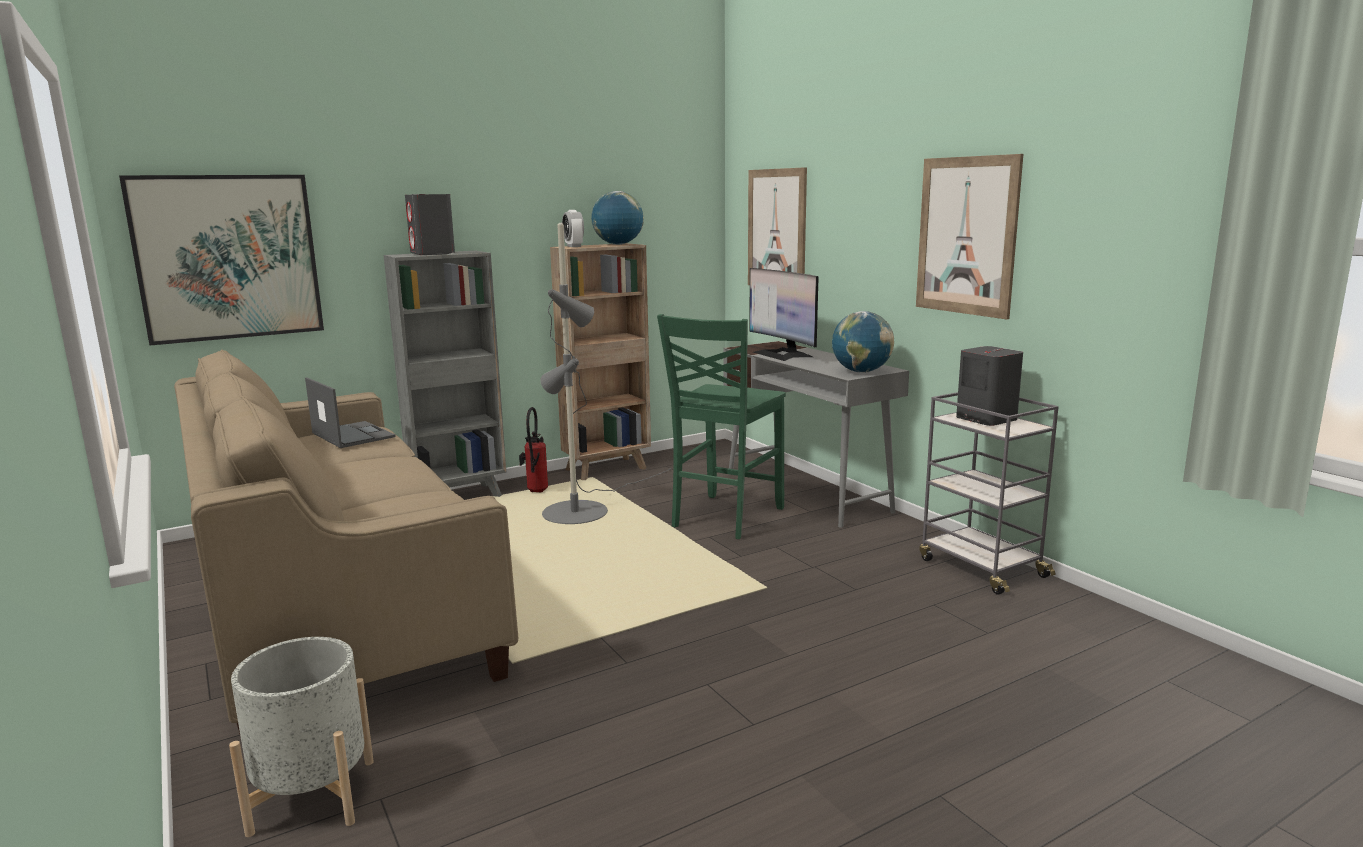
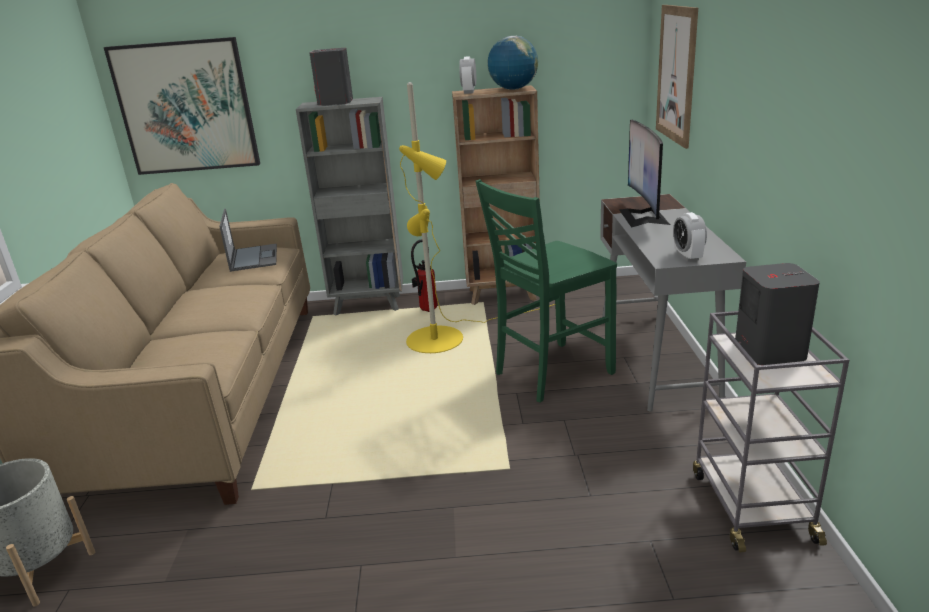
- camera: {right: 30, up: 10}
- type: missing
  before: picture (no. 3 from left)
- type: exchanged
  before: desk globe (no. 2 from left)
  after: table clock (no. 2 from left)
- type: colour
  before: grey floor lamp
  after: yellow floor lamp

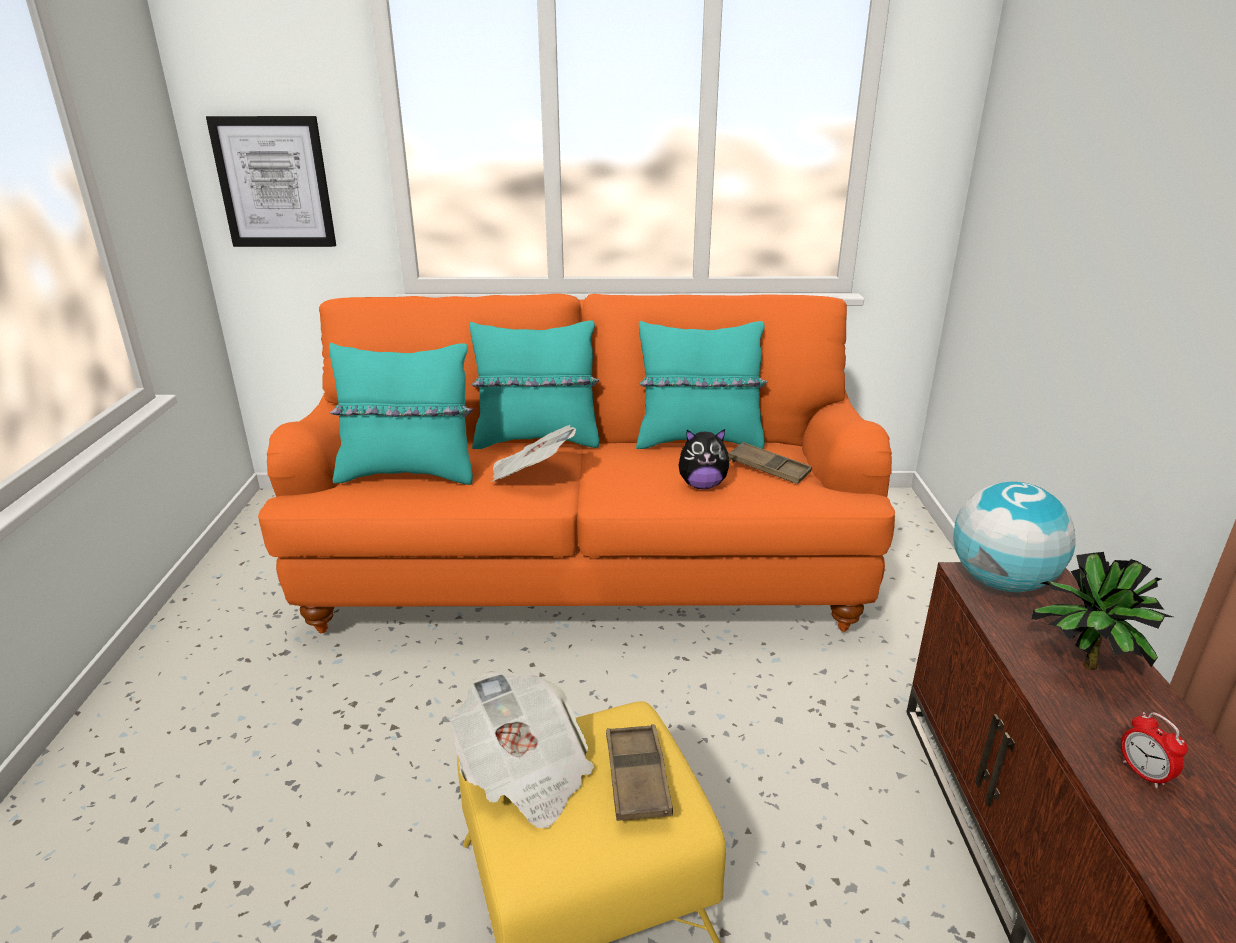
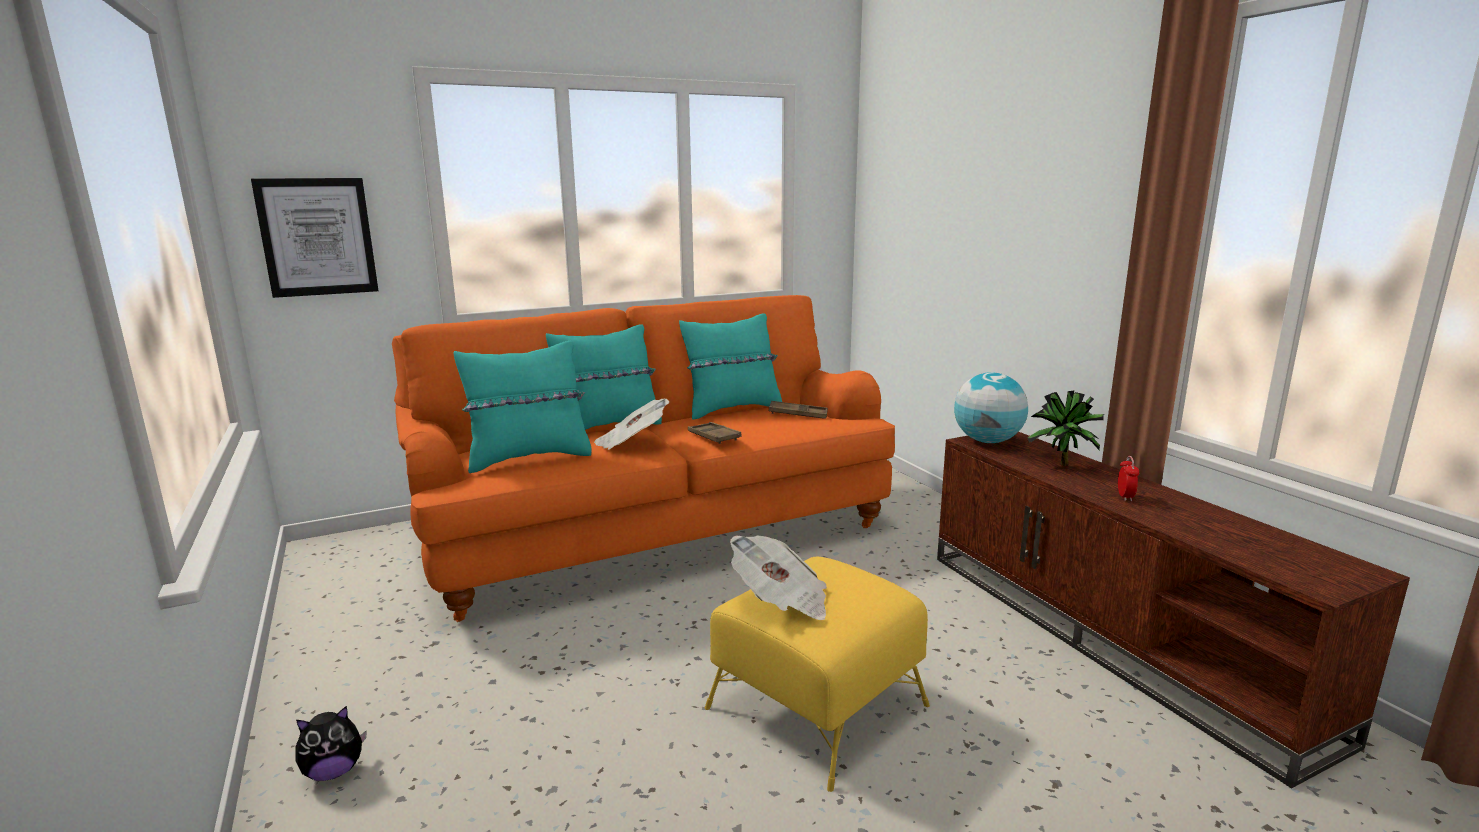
- camera: {right: -25, up: -10}
- type: relocated
  before: brown tray (no. 1 from left)
- type: relocated
  before: soft toy
- type: spun
  before: table clock
  turn: -120

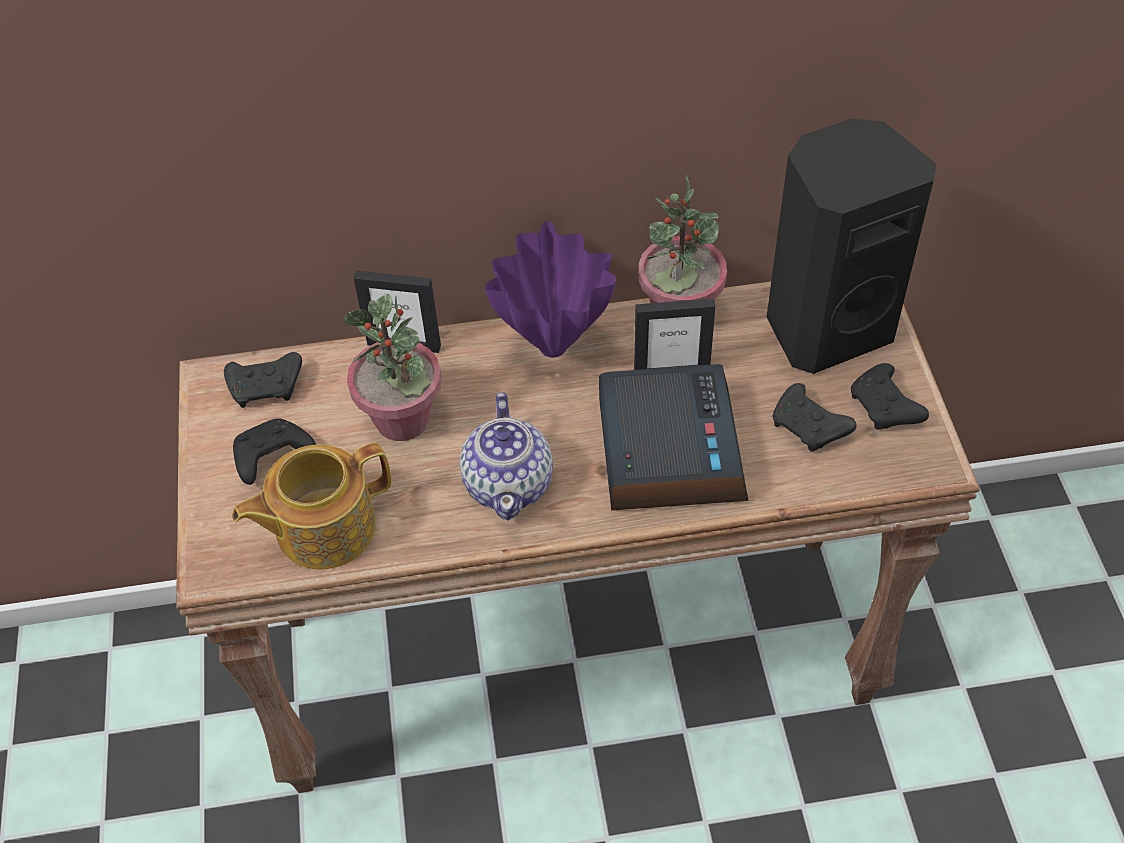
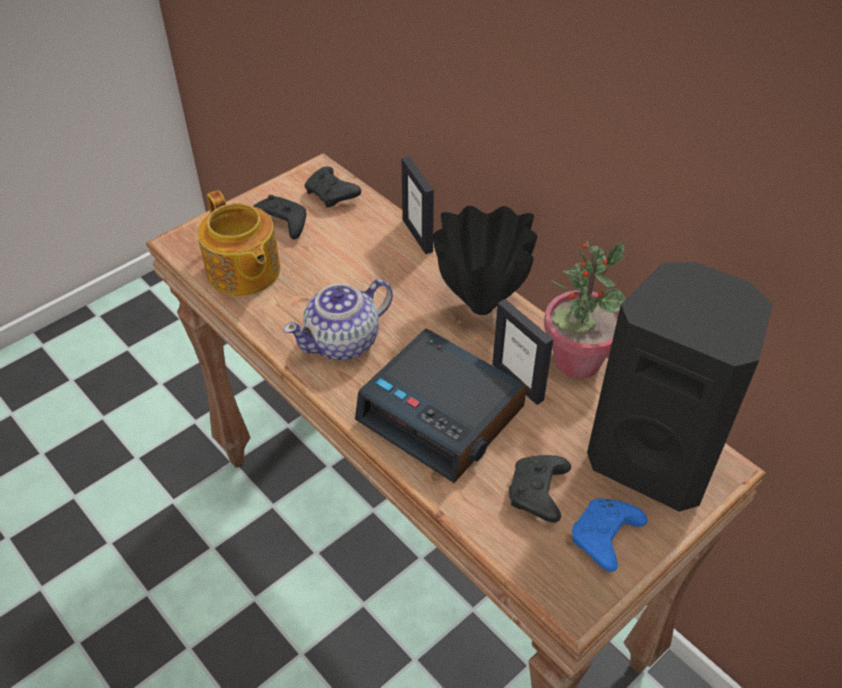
- camera: {right: 55, up: -5}
- type: missing
  before: potted plant (no. 1 from left)
- type: colour
  before: purple-coloured decorative vase
  after: black decorative vase
- type: colour
  before: black gamepad (no. 4 from left)
  after: bluish gamepad
- type: spun
  before: tea pot (no. 1 from left)
  turn: -150
- type: spun
  before: table clock
  turn: 75

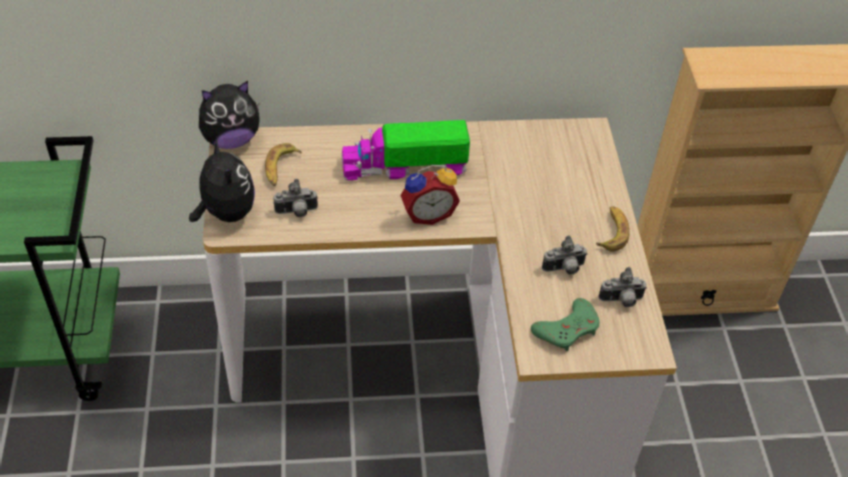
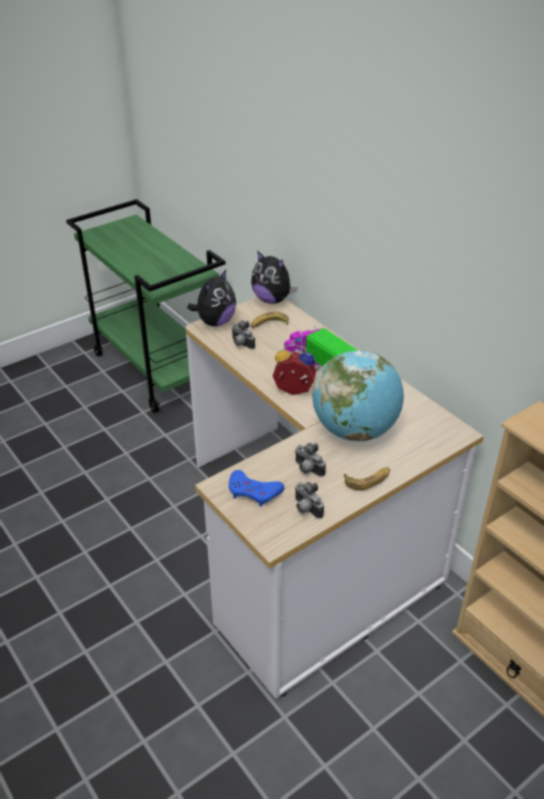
- camera: {right: 60, up: -10}
- type: appeared
  after: desk globe
- type: colour
  before: green-coloured gamepad
  after: bluish gamepad
- type: spun
  before: table clock
  turn: 150

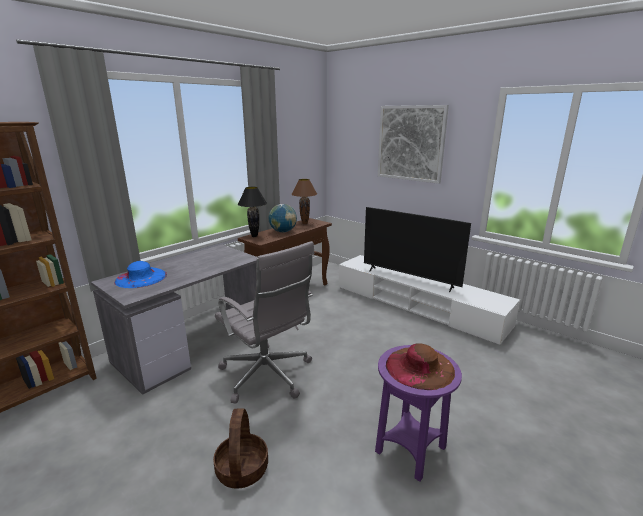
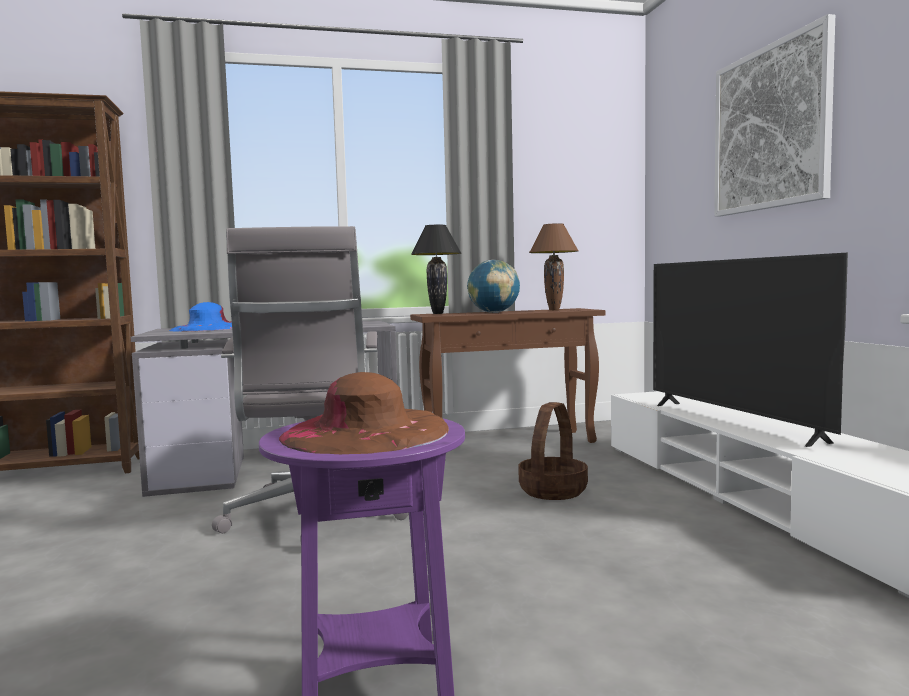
- camera: {right: 35, up: -15}
- type: relocated
  before: basket

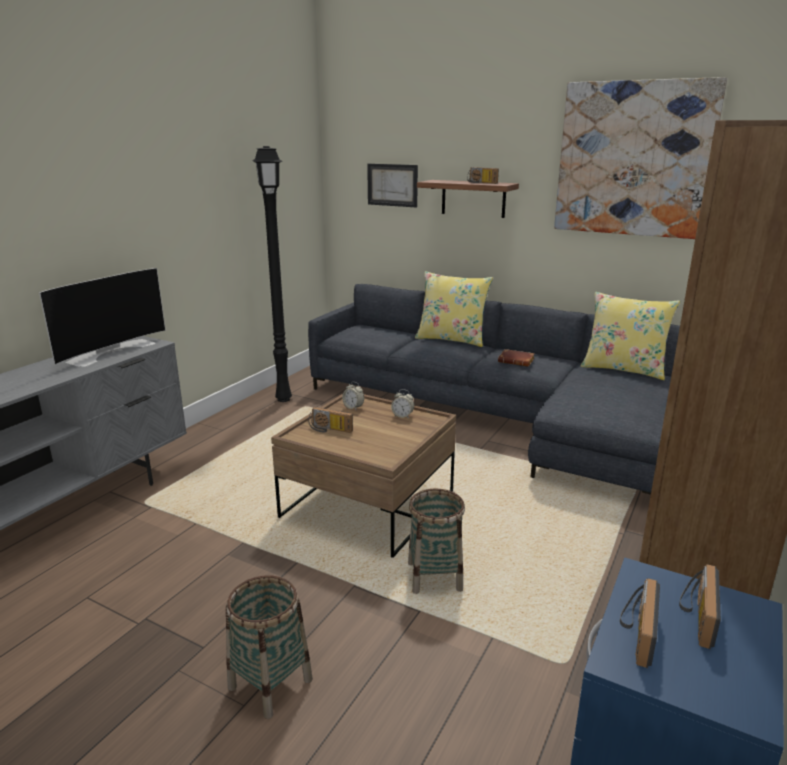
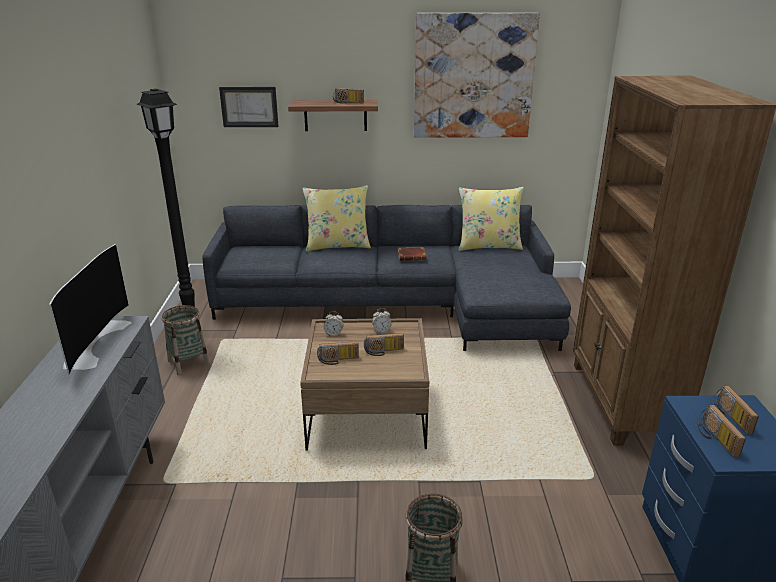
- camera: {right: -30, up: 5}
- type: appeared
  after: radio receiver (no. 3 from left)
- type: relocated
  before: basket (no. 2 from left in the first image)
  after: basket (no. 1 from left)

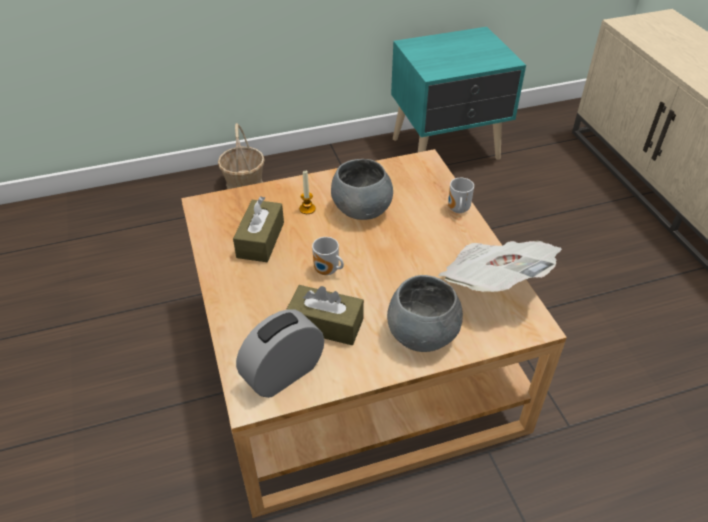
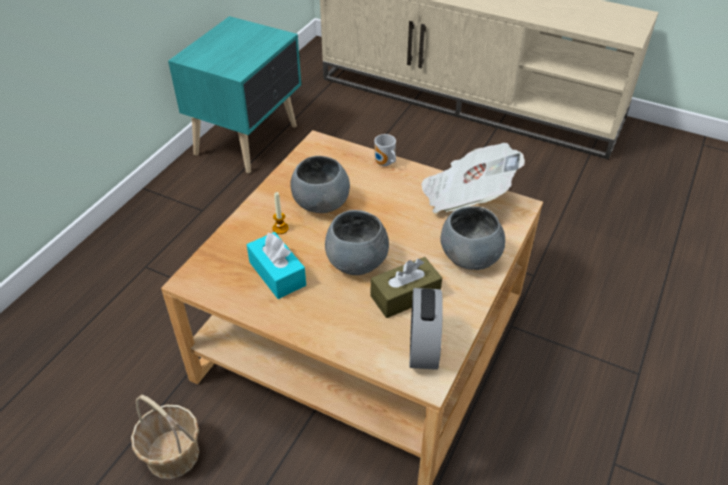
- camera: {right: -45, up: 0}
- type: relocated
  before: basket
- type: exchanged
  before: coffee mug (no. 1 from left)
  after: grey serving bowl (no. 2 from left)
- type: colour
  before: brown tissue holder (no. 1 from left)
  after: turquoise tissue holder

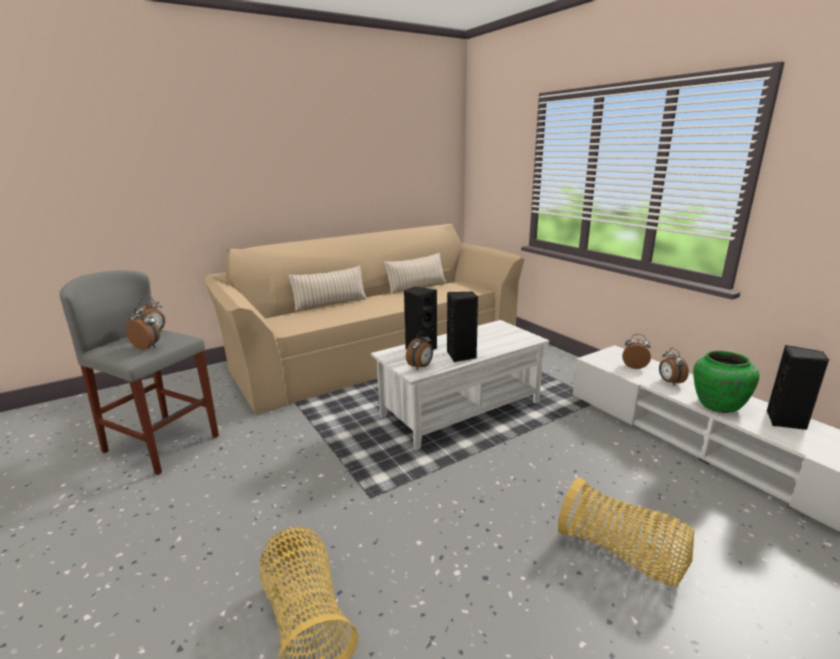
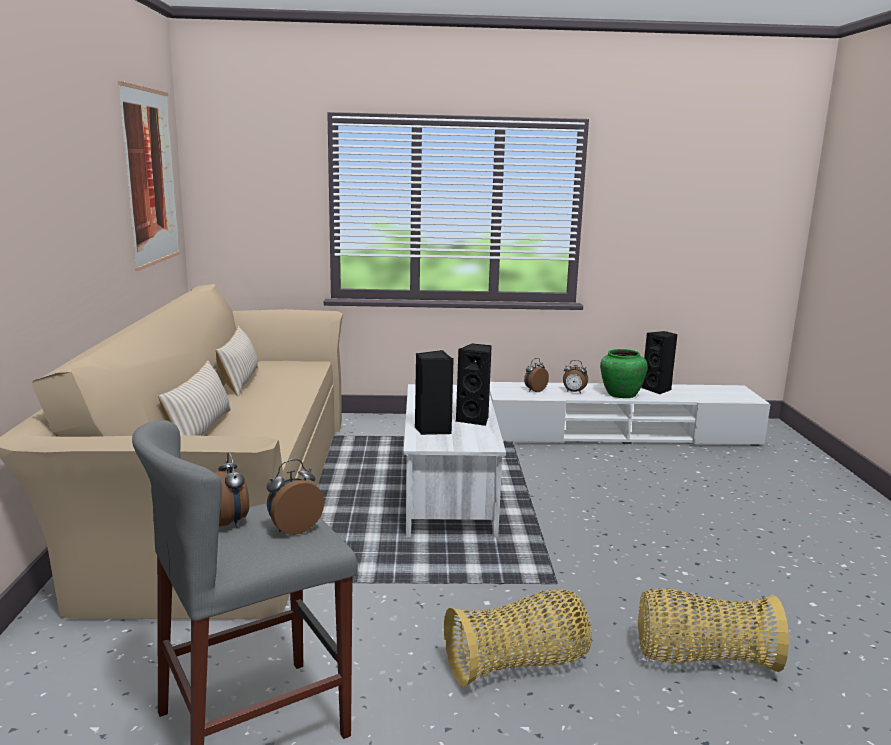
- camera: {right: -60, up: -5}
- type: missing
  before: table clock (no. 3 from left)
- type: appeared
  after: picture
- type: relocated
  before: basket (no. 2 from left in the first image)
  after: basket (no. 1 from left)

